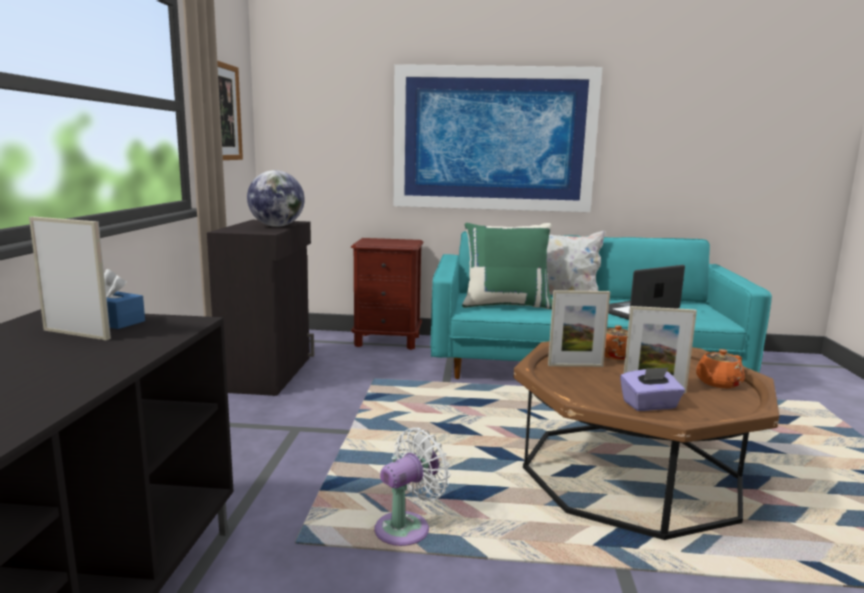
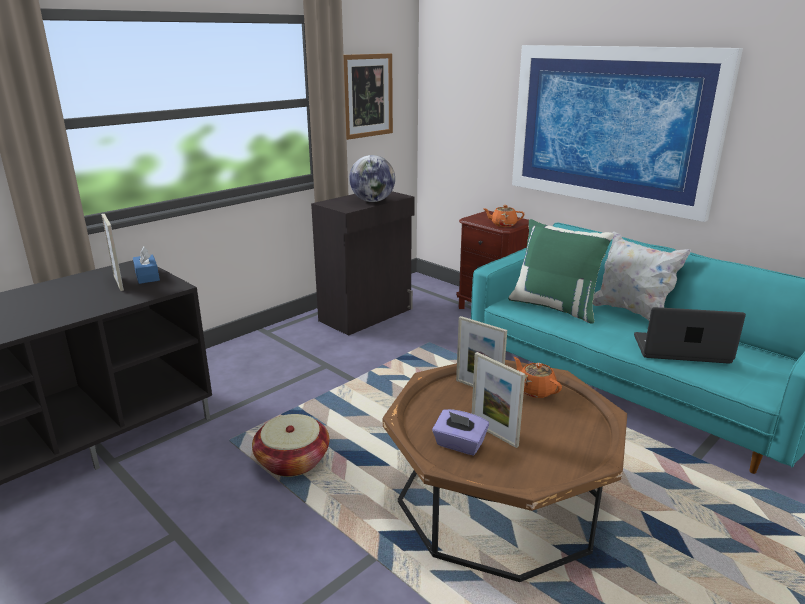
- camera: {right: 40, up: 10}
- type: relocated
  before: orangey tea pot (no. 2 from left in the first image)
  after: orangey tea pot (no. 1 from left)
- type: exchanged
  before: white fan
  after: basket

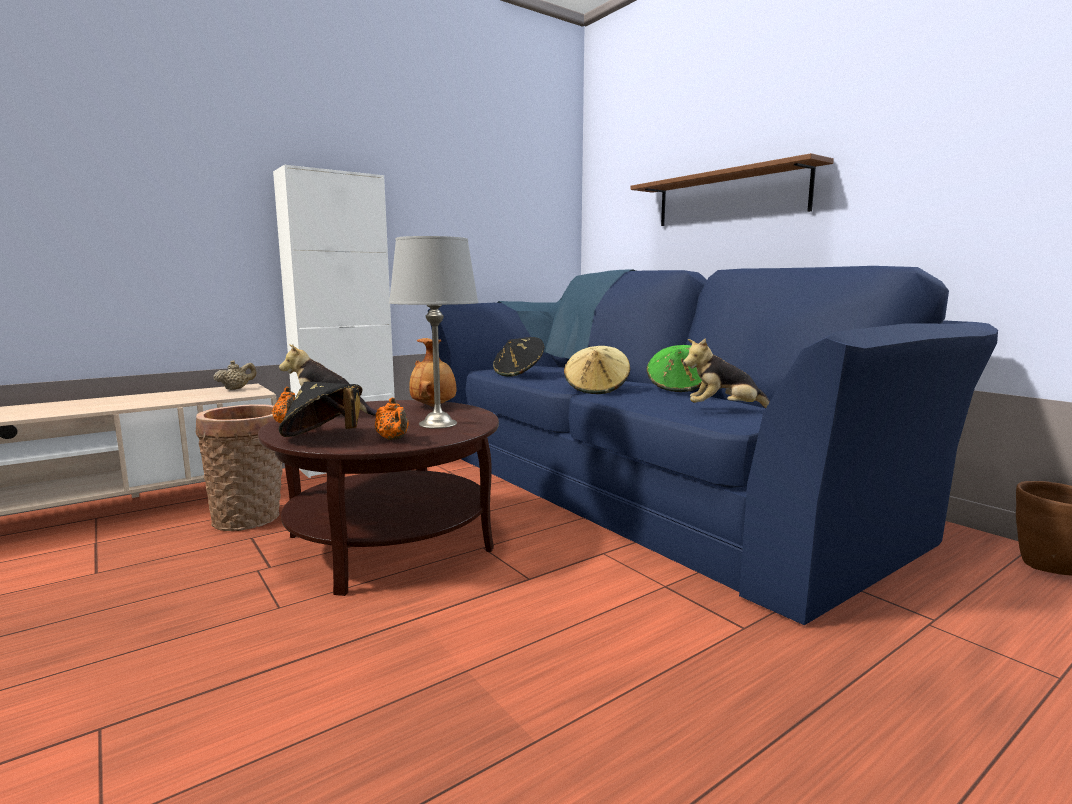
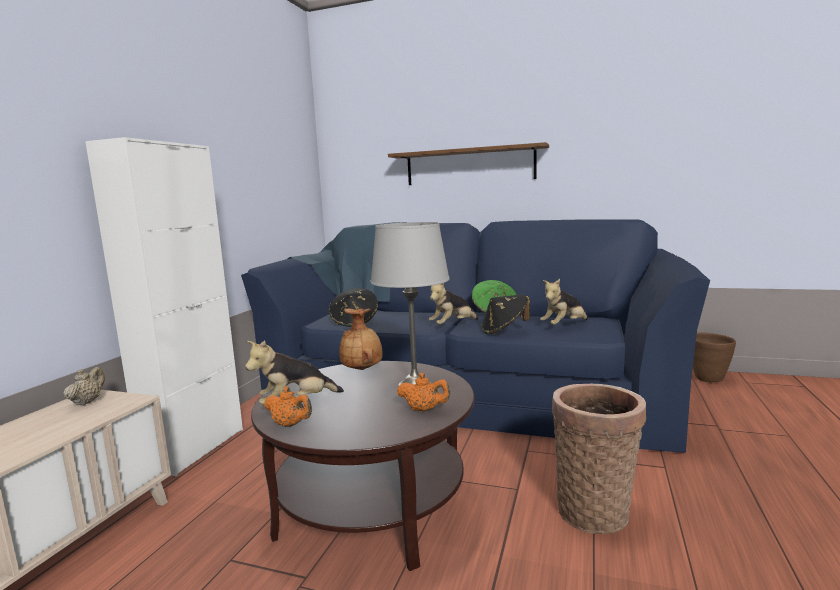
- camera: {right: -35, up: 0}
- type: relocated
  before: basket
- type: relocated
  before: black clothing hat (no. 1 from left in the first image)
  after: black clothing hat (no. 2 from left)
- type: exchanged
  before: sand-coloured clothing hat
  after: soft toy (no. 2 from left)

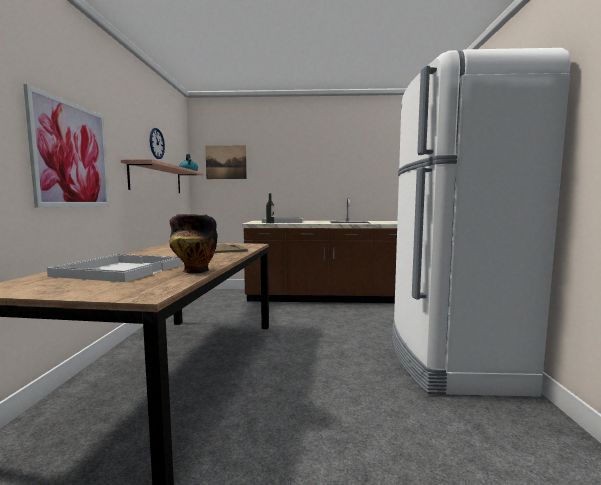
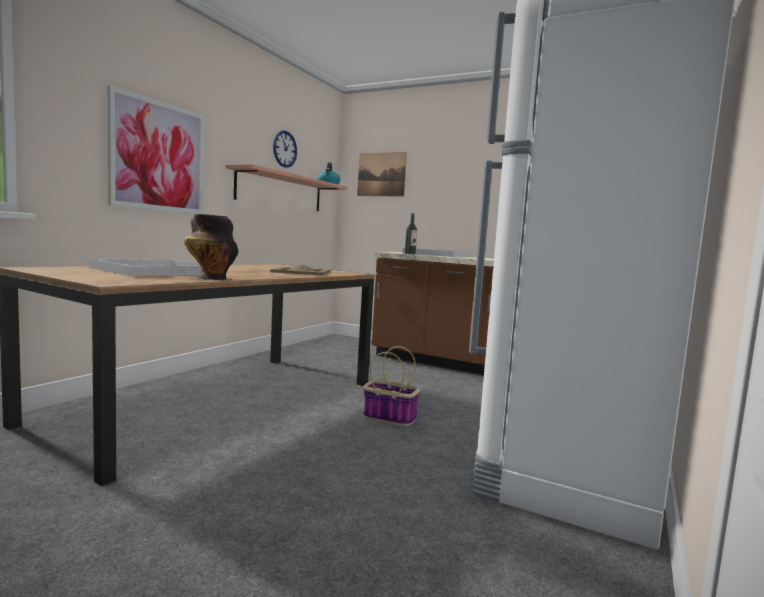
- camera: {right: 25, up: 0}
- type: appeared
  after: basket

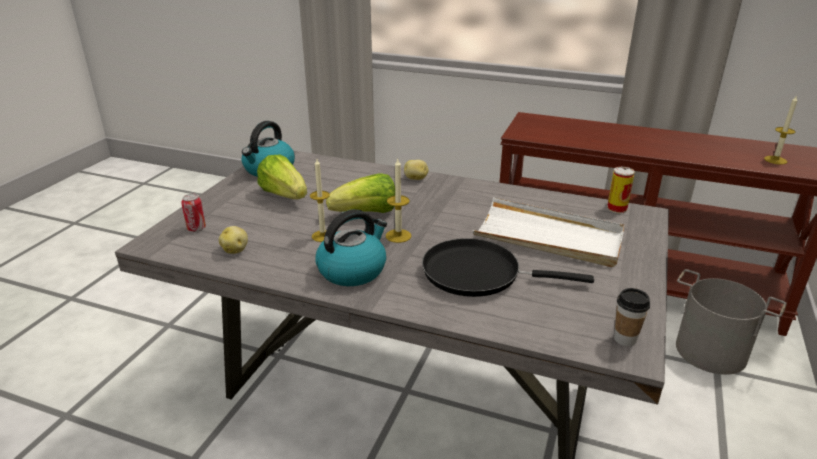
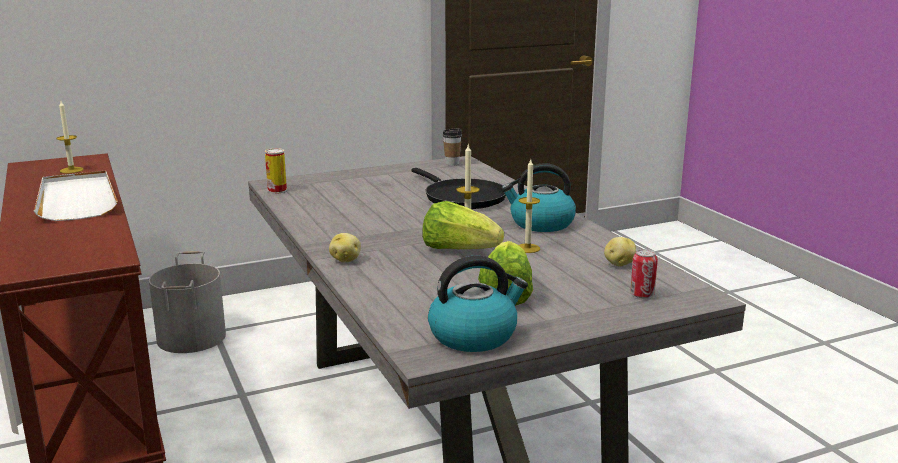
- camera: {right: -135, up: -10}
- type: relocated
  before: white tray

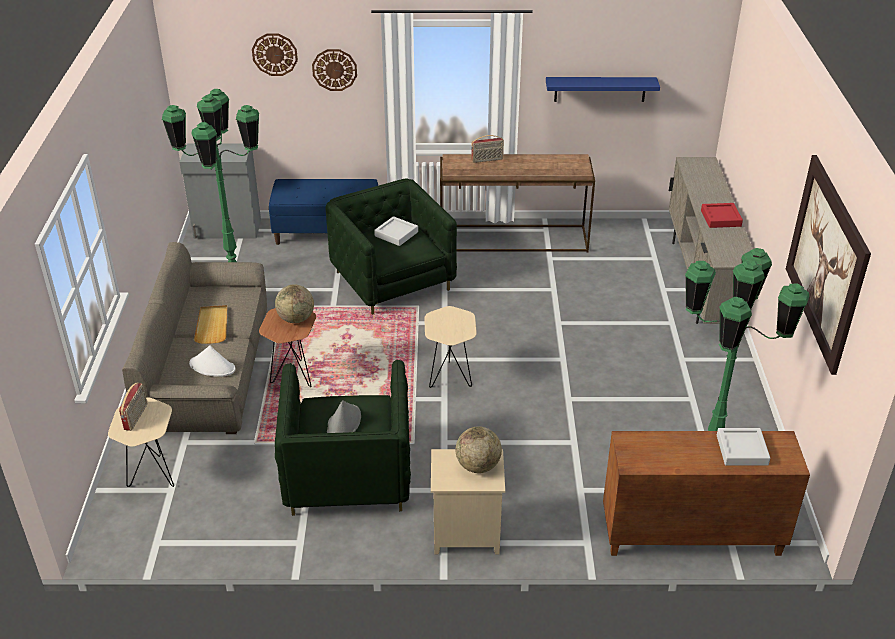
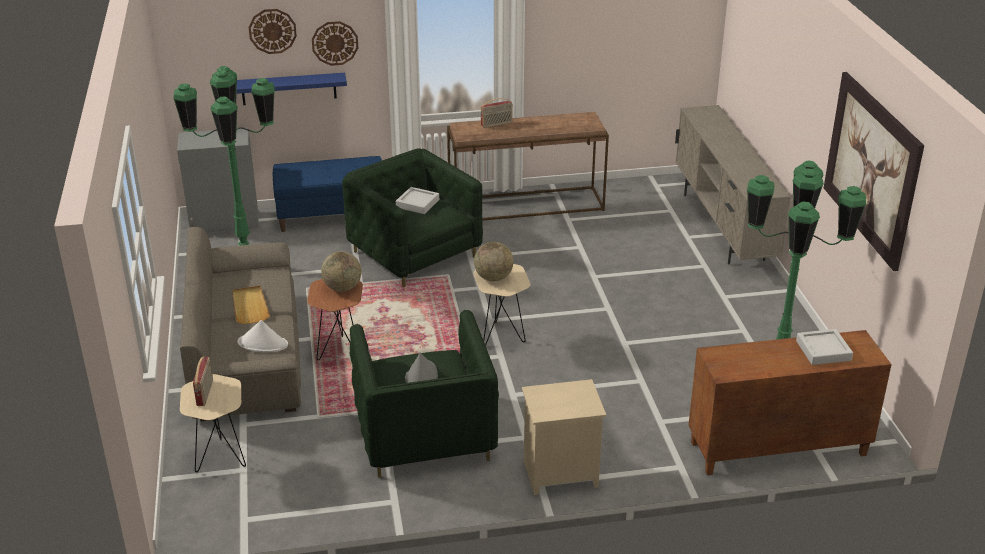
- camera: {right: -10, up: -5}
- type: missing
  before: red tray
- type: relocated
  before: desk globe (no. 2 from left)
- type: relocated
  before: bluish bracket shelf

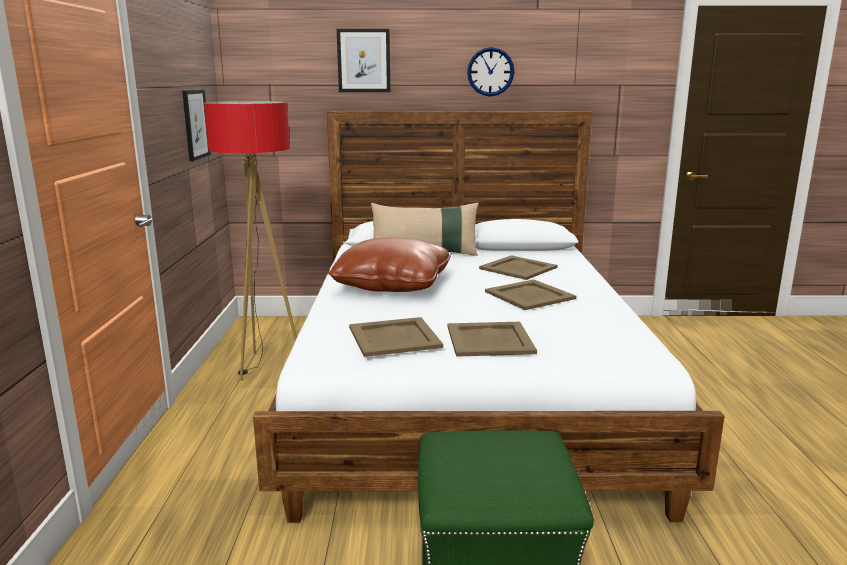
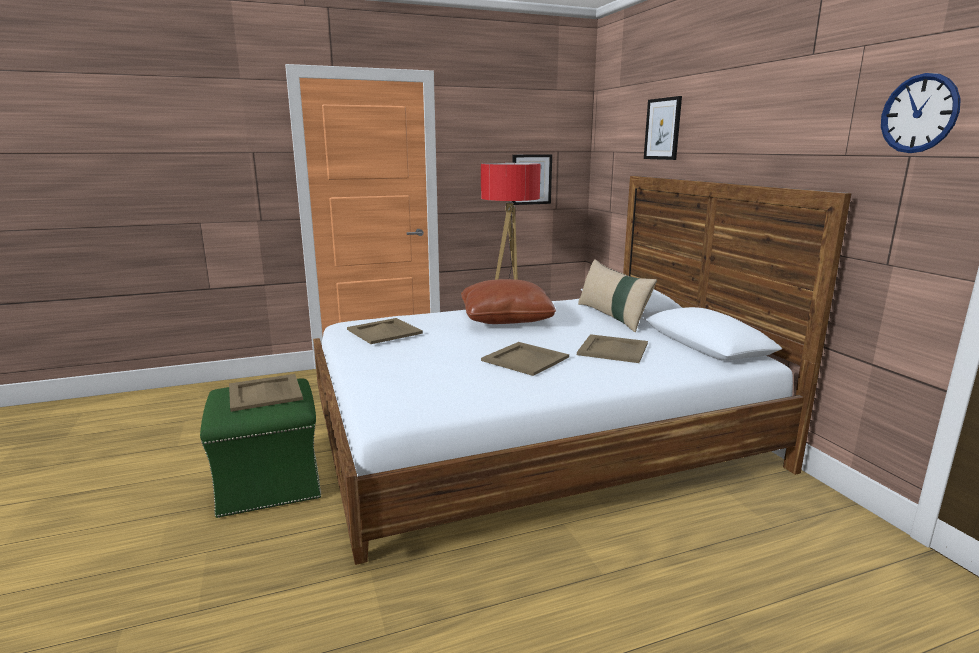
- camera: {right: 70, up: 0}
- type: relocated
  before: sand-coloured tray (no. 2 from left in the first image)
  after: sand-coloured tray (no. 1 from left)
- type: relocated
  before: clock on the wall

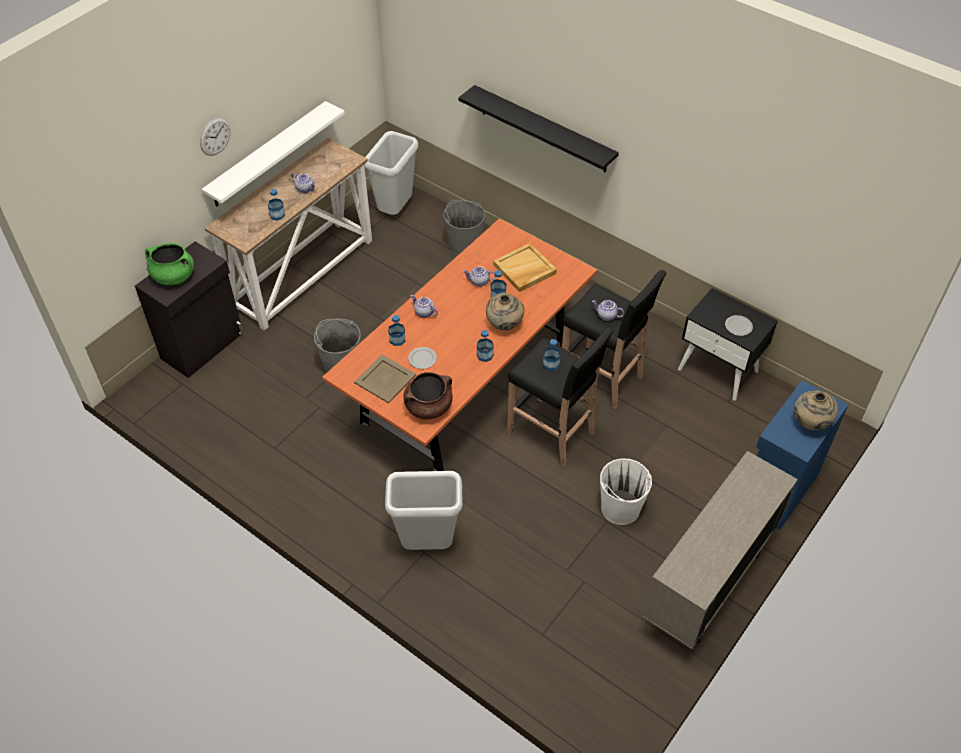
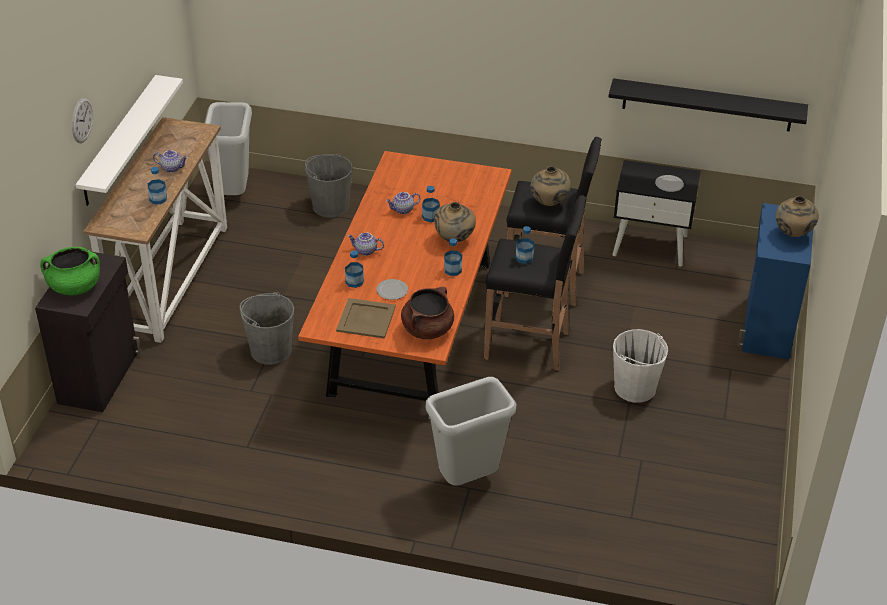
- camera: {right: -25, up: -10}
- type: missing
  before: sand-coloured tray (no. 2 from left)
- type: missing
  before: sand-coloured cupboard
- type: relocated
  before: black bracket shelf
- type: exchanged
  before: tea pot (no. 4 from left)
  after: sand-coloured decorative vase (no. 2 from left)

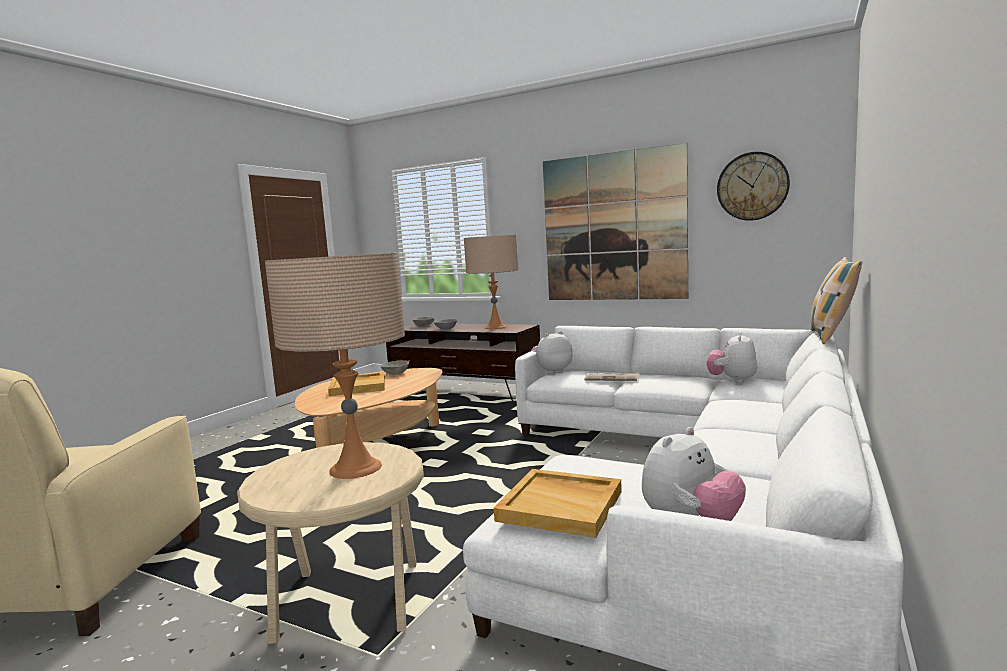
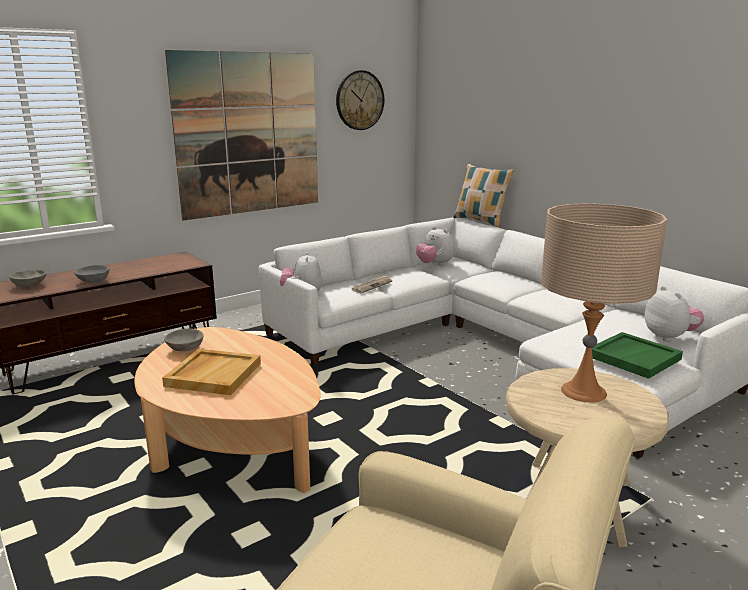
- camera: {right: -65, up: 10}
- type: missing
  before: sand-coloured lamp for a table (no. 2 from left)
- type: colour
  before: sand-coloured tray (no. 2 from left)
  after: green-coloured tray

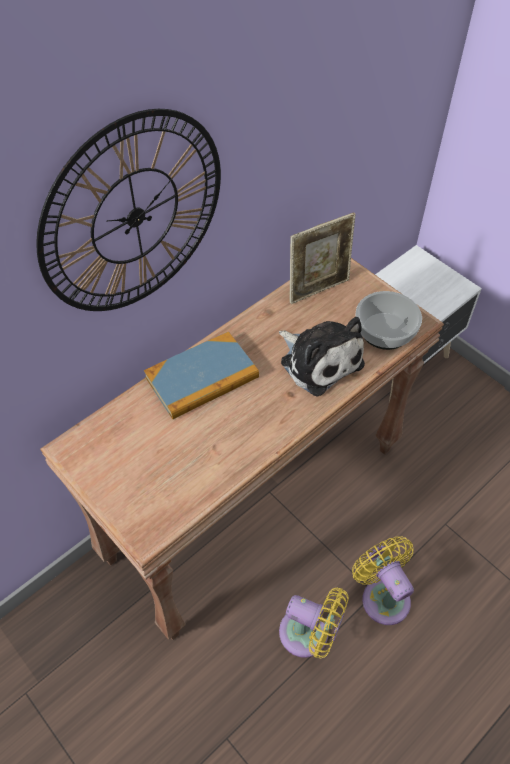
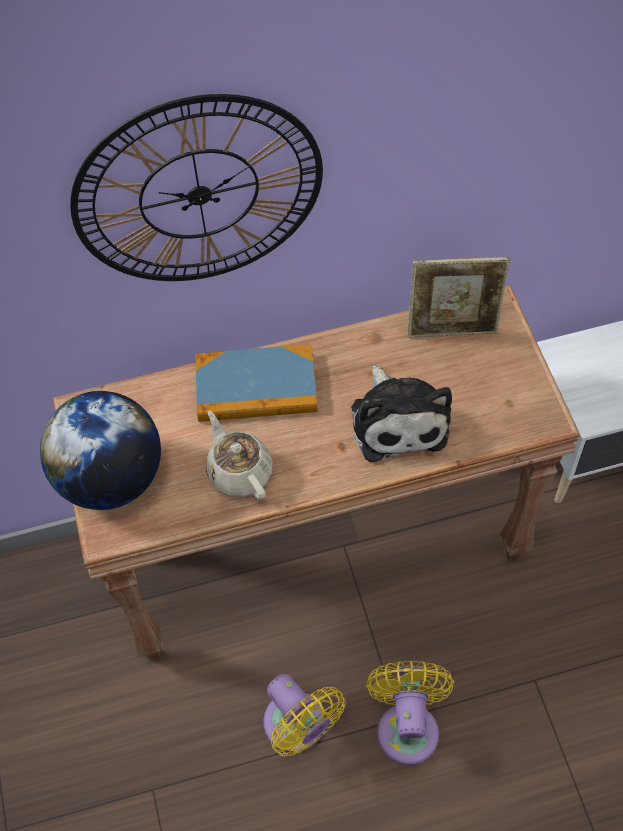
- camera: {right: 30, up: 5}
- type: missing
  before: serving bowl
- type: appeared
  after: desk globe
- type: appeared
  after: sand-coloured tea pot

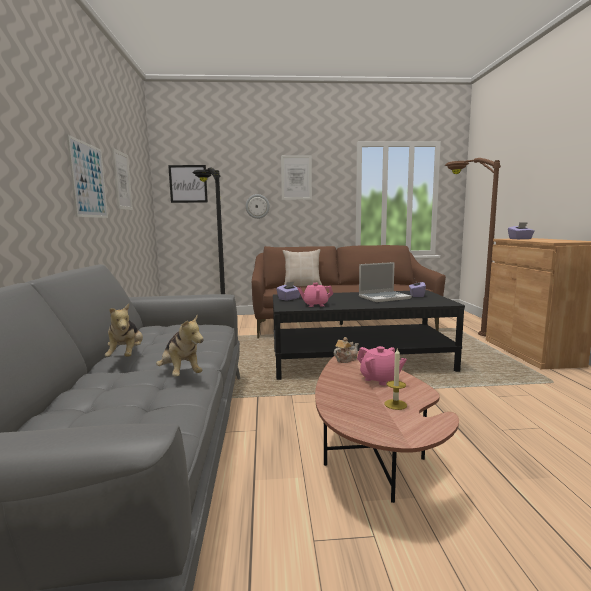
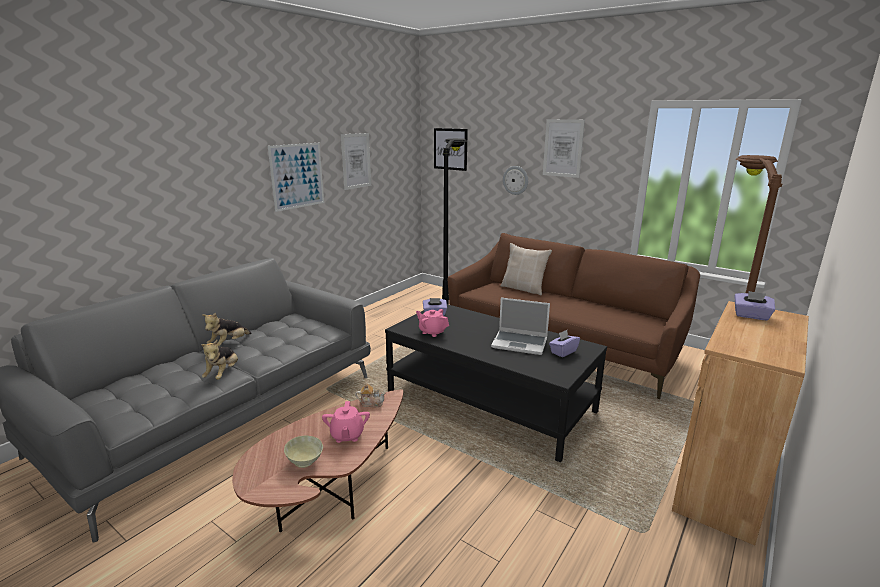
- camera: {right: 40, up: 10}
- type: exchanged
  before: candle
  after: sand-coloured serving bowl

